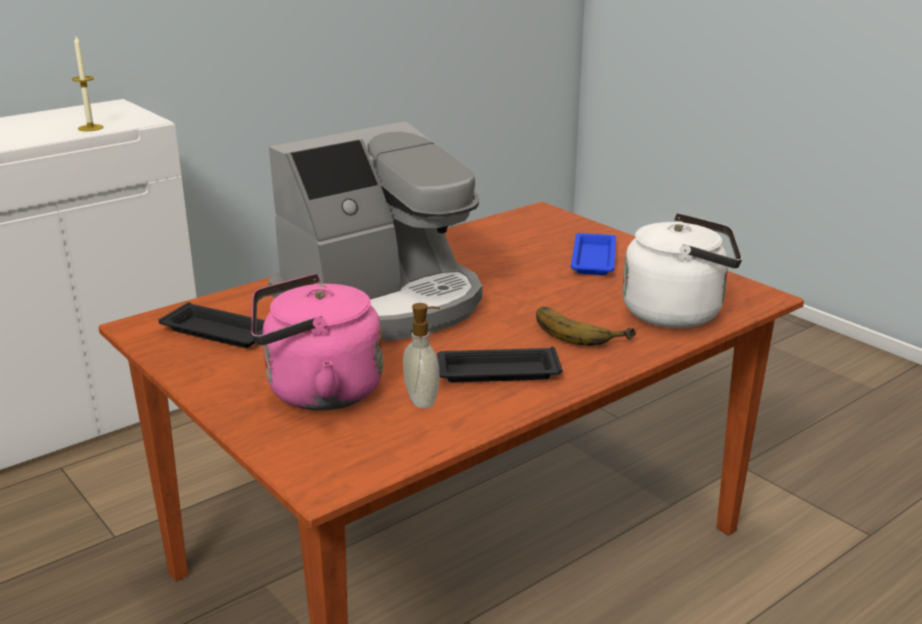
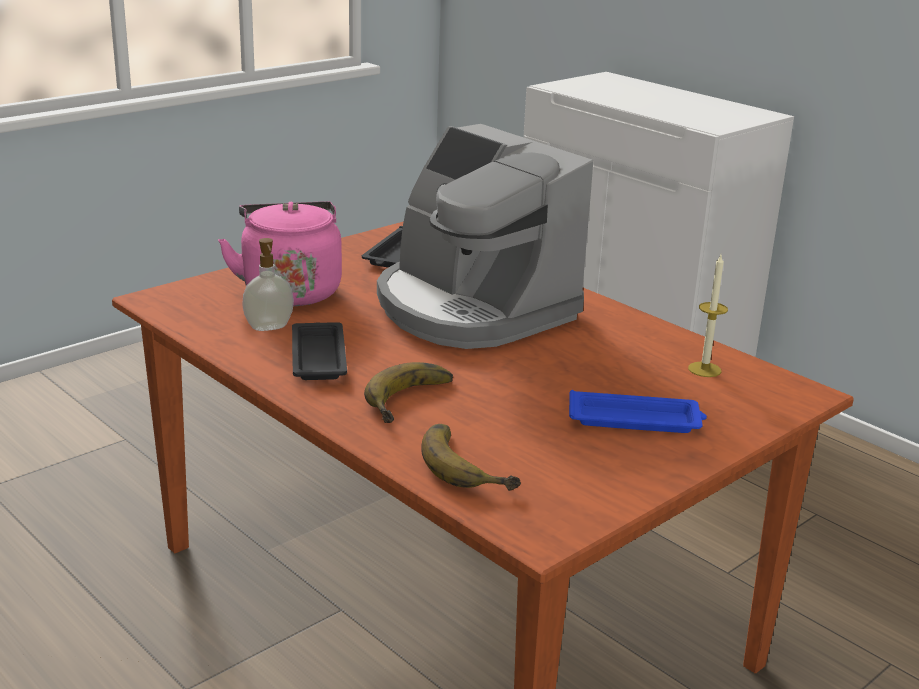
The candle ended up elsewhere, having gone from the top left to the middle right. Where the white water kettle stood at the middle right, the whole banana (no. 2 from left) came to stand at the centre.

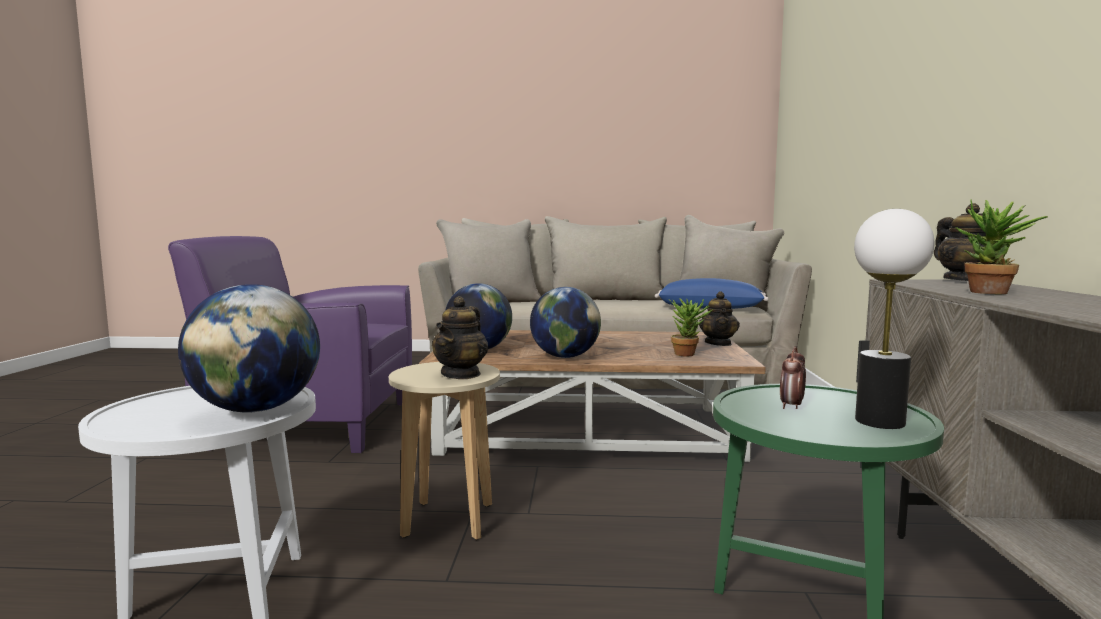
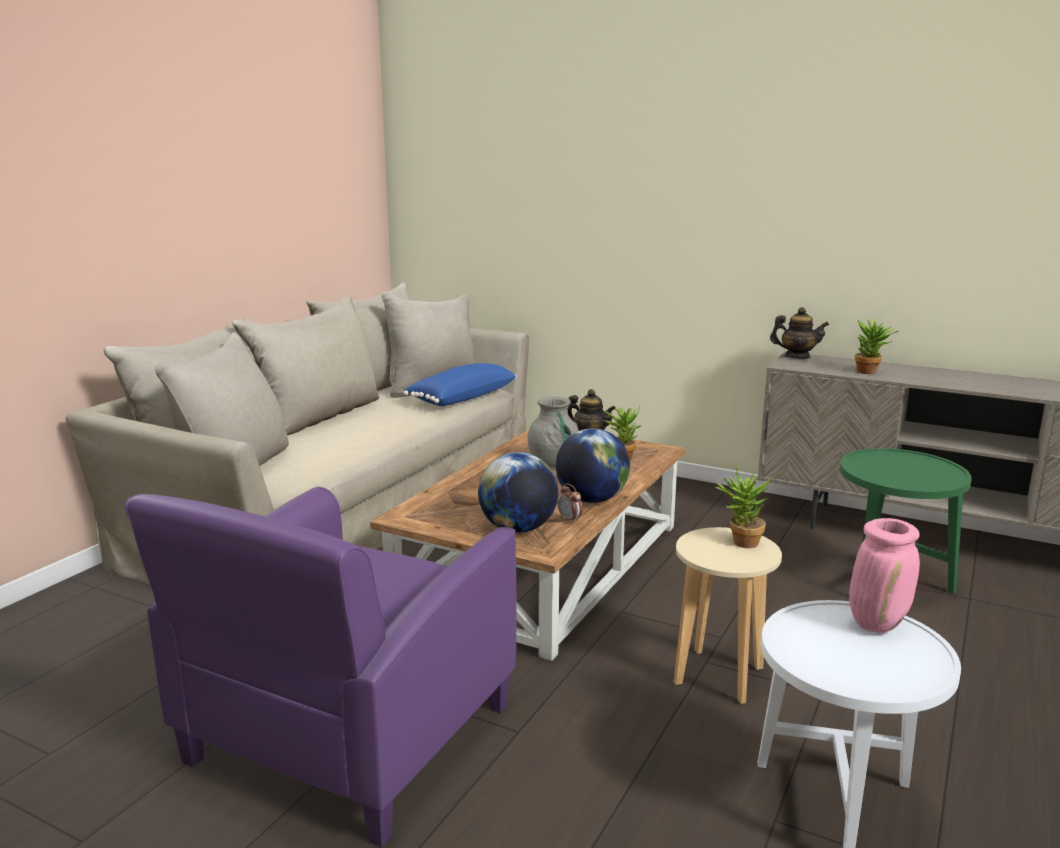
Where the globe (no. 1 from left) stood at the middle left, the pink-coloured flower vase came to stand at the bottom right. Where the tea pot (no. 1 from left) stood at the centre, the plant in a pot (no. 2 from left) came to stand at the middle right. The table clock ended up elsewhere, having gone from the middle right to the centre. The second view lost the lamp for a table at the middle right. The second view gained the grey flower vase at the centre.

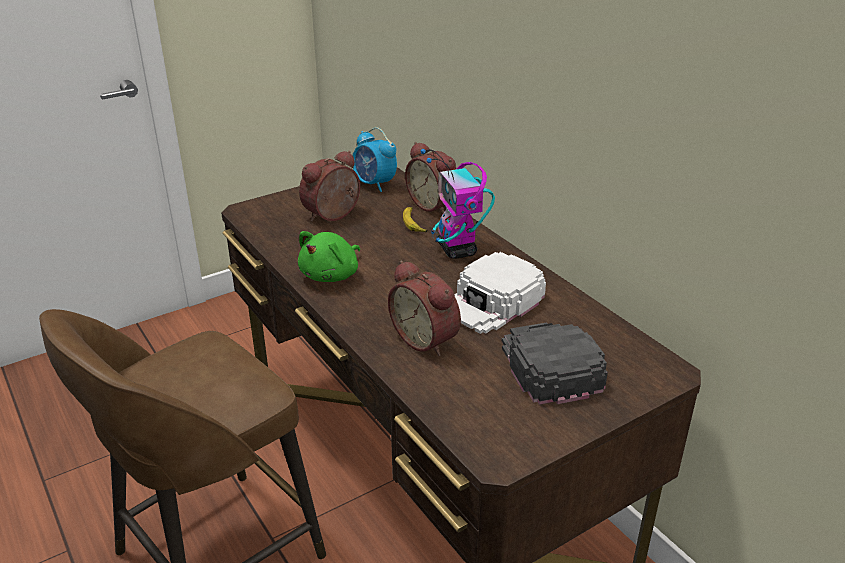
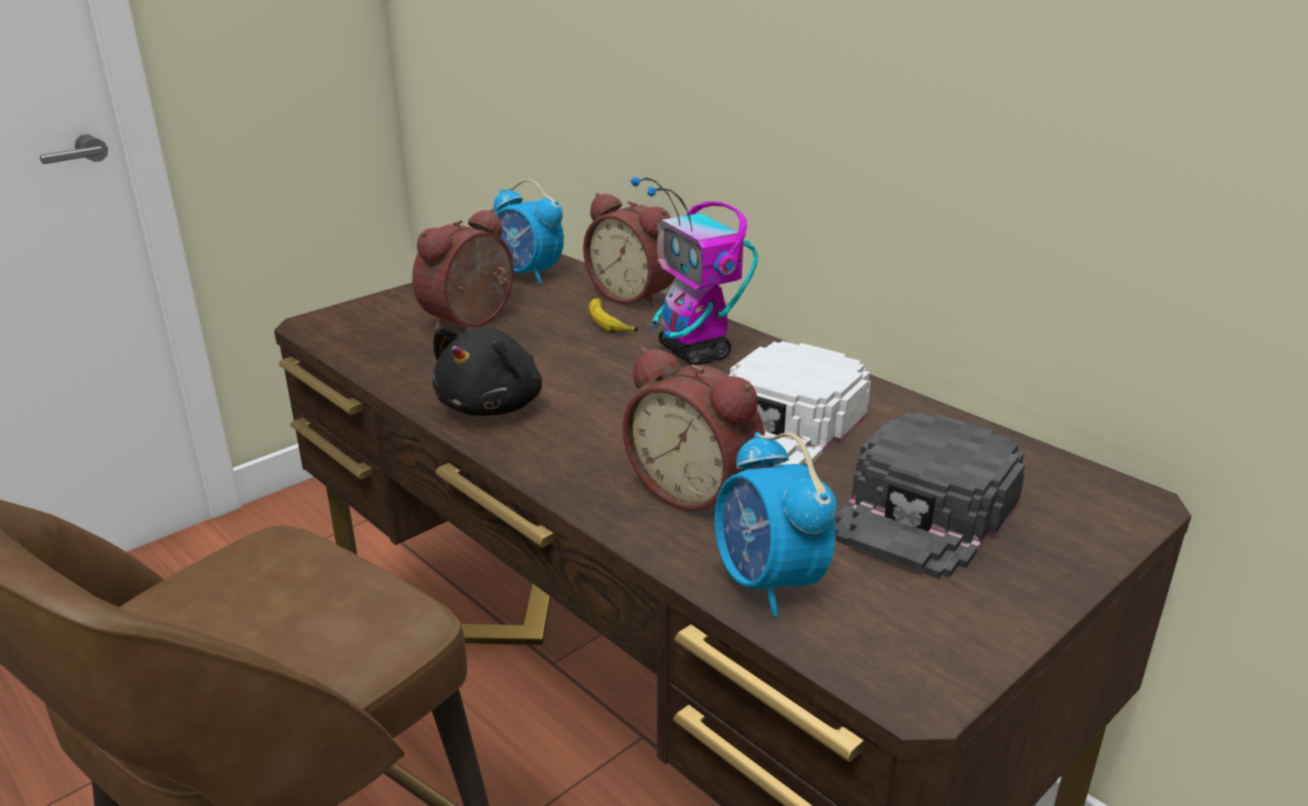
What was the green-coloured cuddly toy at the centre turned into the black-coloured cuddly toy at the centre. The black-coloured peaked cap at the centre ended up facing another way, 120 degrees counterclockwise from before. The second view gained the table clock (no. 5 from left) at the centre.

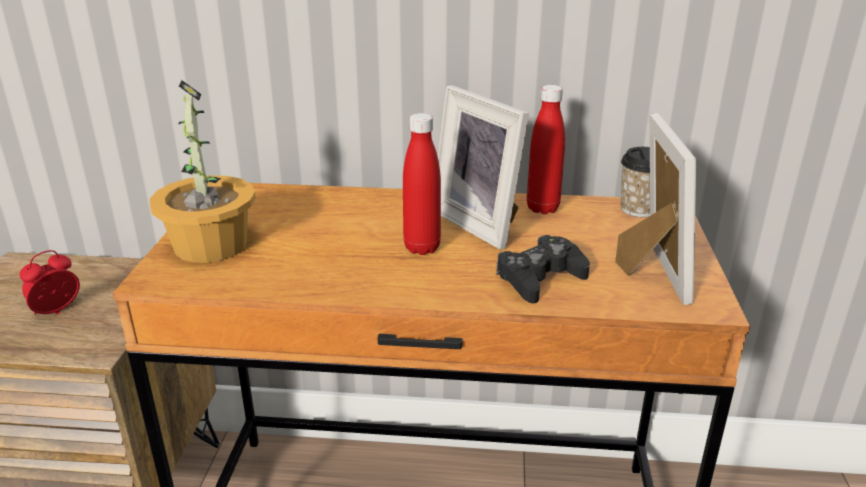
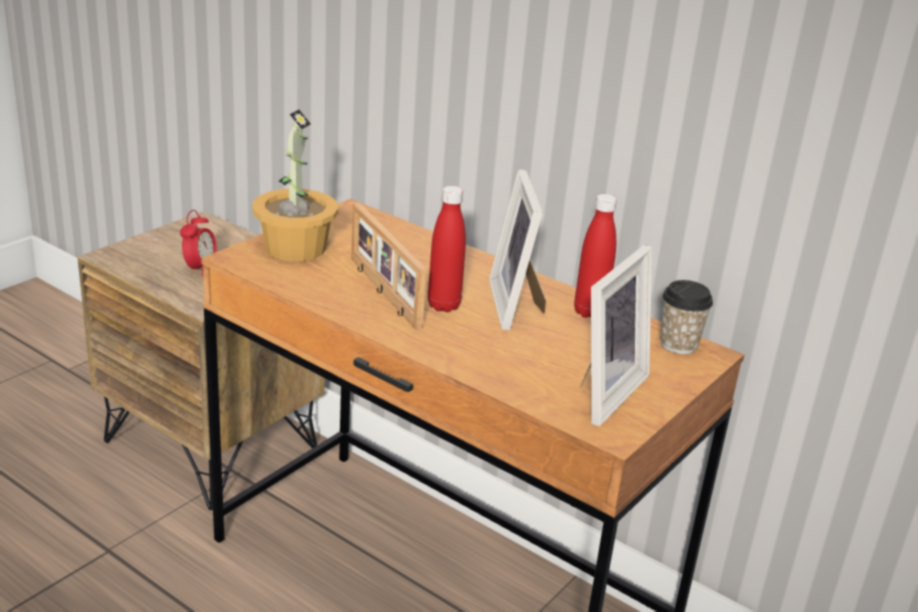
The table clock at the middle left ended up facing another way, 120 degrees clockwise from before. The second view lost the black-coloured gamepad at the centre. The second view gained the standing frame (no. 1 from left) at the centre.

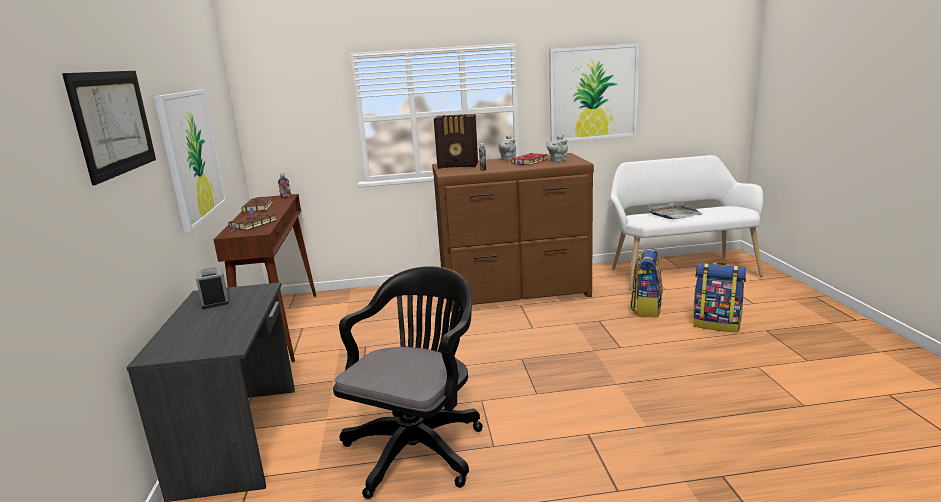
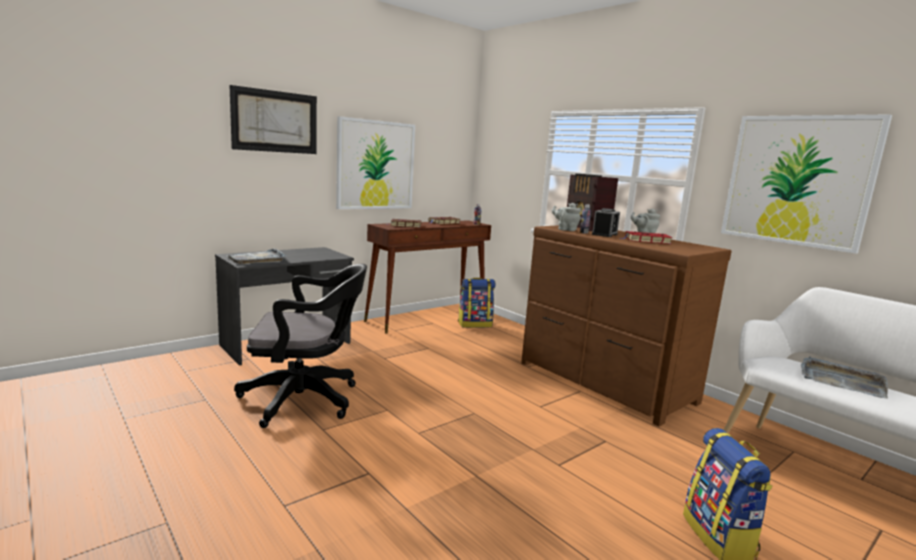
The table clock ended up elsewhere, having gone from the middle left to the centre. The grey tea pot (no. 2 from left in the first image) ended up elsewhere, having gone from the top centre to the centre. The knapsack (no. 1 from left) ended up elsewhere, having gone from the middle right to the centre. The second view gained the grey carrying tray (no. 1 from left) at the middle left.

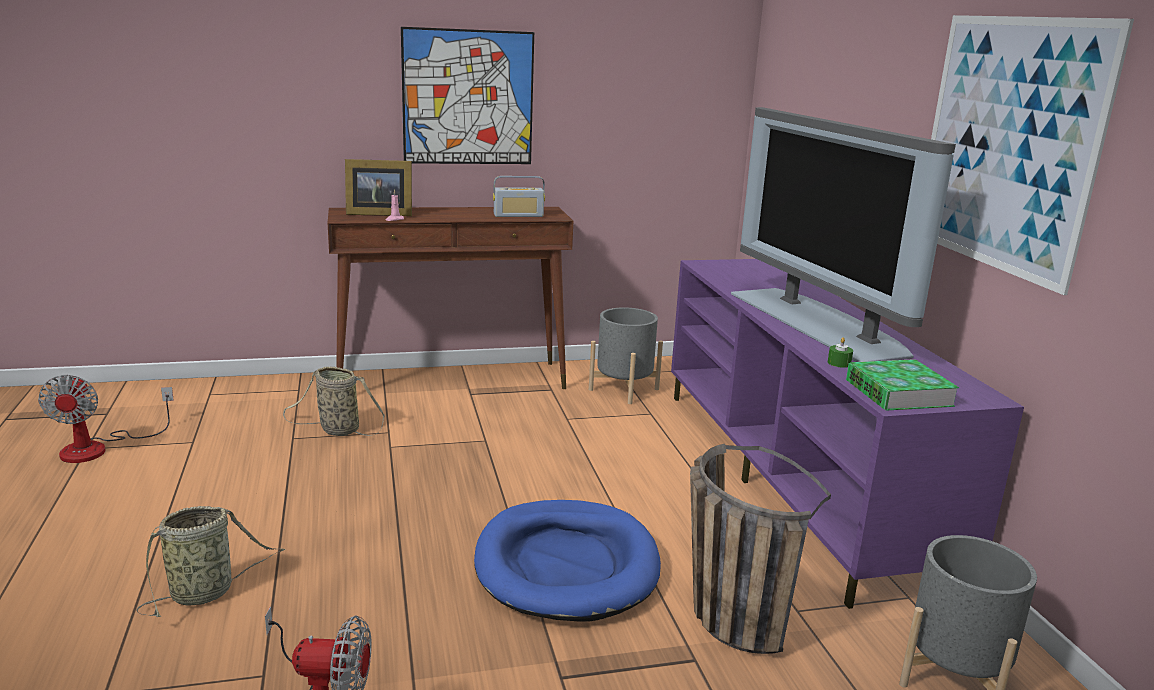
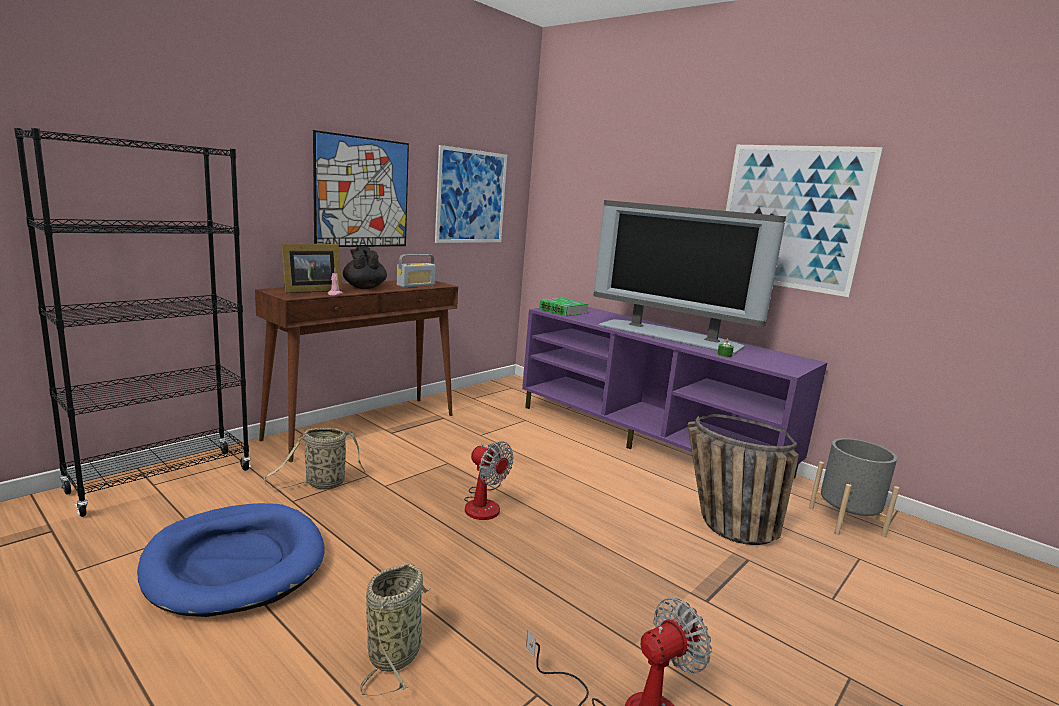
The fan (no. 1 from left) ended up elsewhere, having gone from the middle left to the bottom centre. The blue-coloured dog bed ended up elsewhere, having gone from the bottom centre to the bottom left. The second view lost the grey flower pot (no. 1 from left) at the centre. The volume ended up elsewhere, having gone from the middle right to the centre. The second view gained the black-coloured bookcase at the middle left. The second view gained the black-coloured tea pot at the centre. The second view gained the wall art (no. 2 from left) at the top centre.

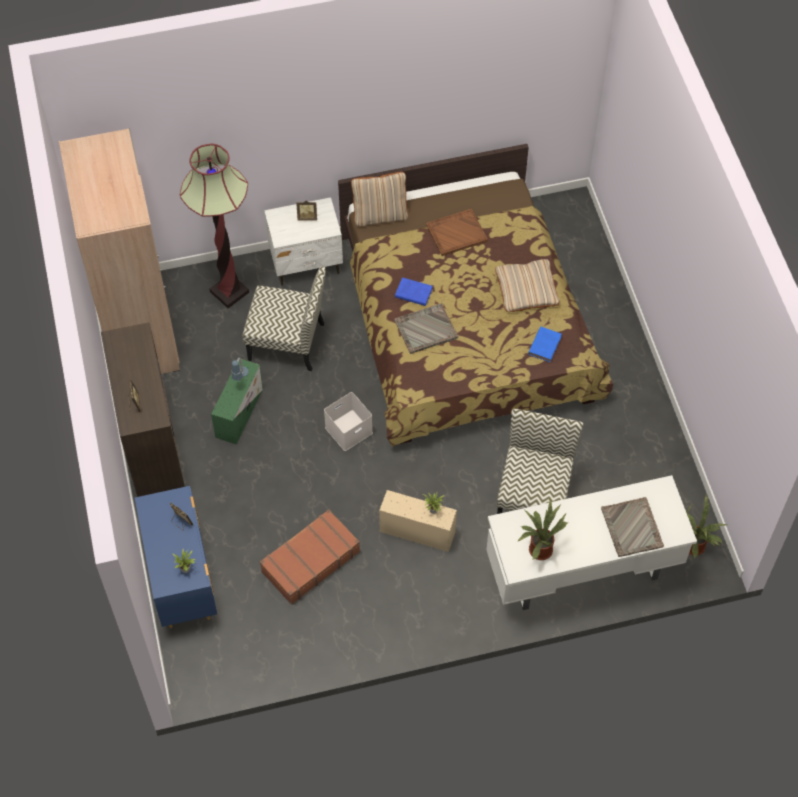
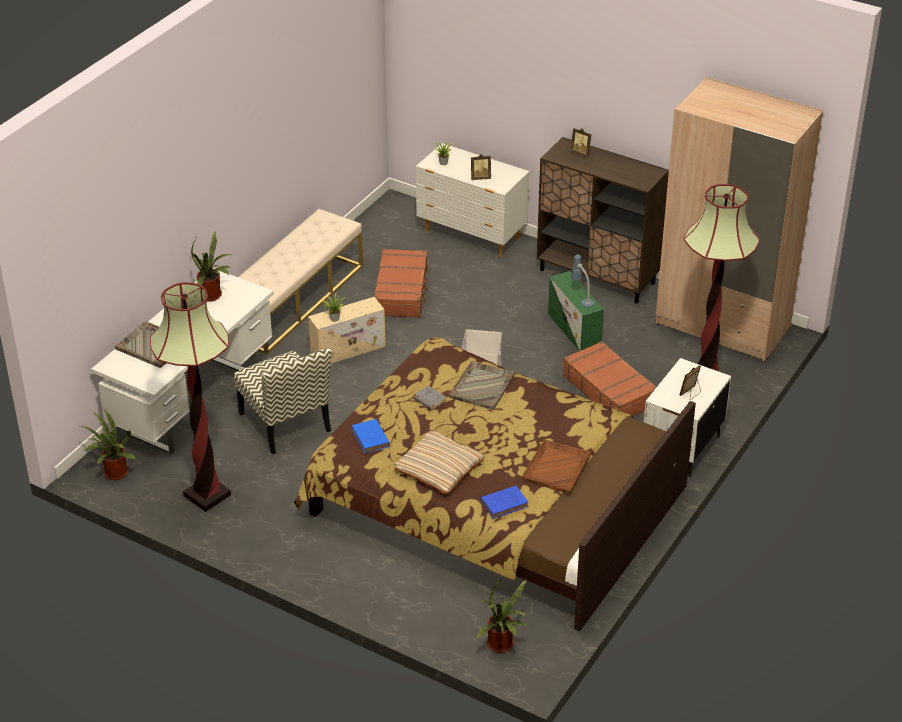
What was the blue-coloured dresser at the bottom left turned into the white dresser at the top centre. Where the upright chair (no. 1 from left) stood at the centre, the brown suitcase (no. 2 from left) came to stand at the middle right. The second view lost the beige throw pillow (no. 1 from left) at the top centre. The blue-coloured volume (no. 1 from left in the first image) ended up elsewhere, having gone from the centre to the bottom centre. The second view gained the floor lamp (no. 1 from left) at the middle left. The second view gained the beige long seat at the middle left. The second view gained the grey volume at the centre. The second view gained the plant in a pot (no. 5 from left) at the bottom centre.

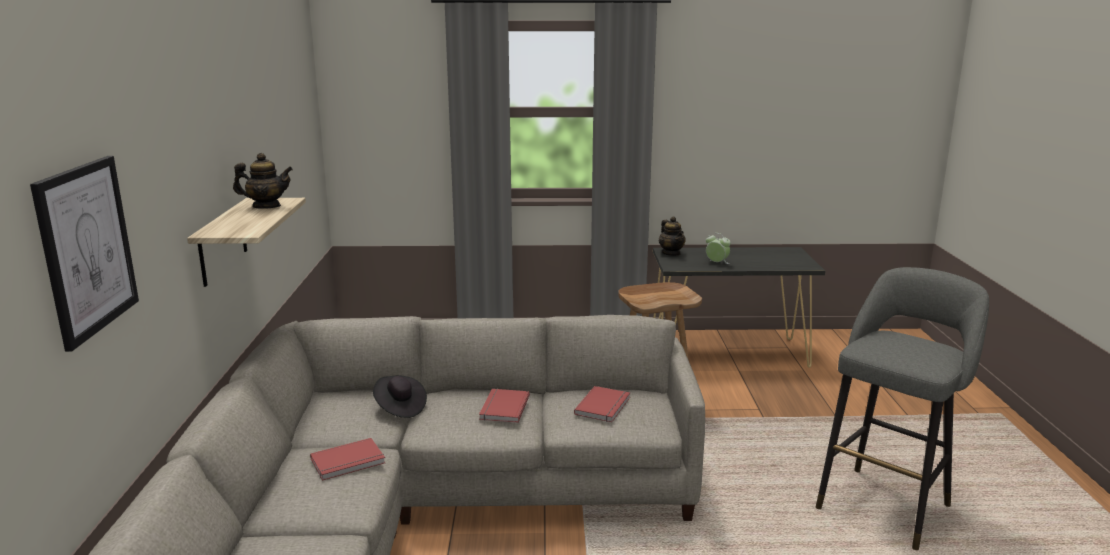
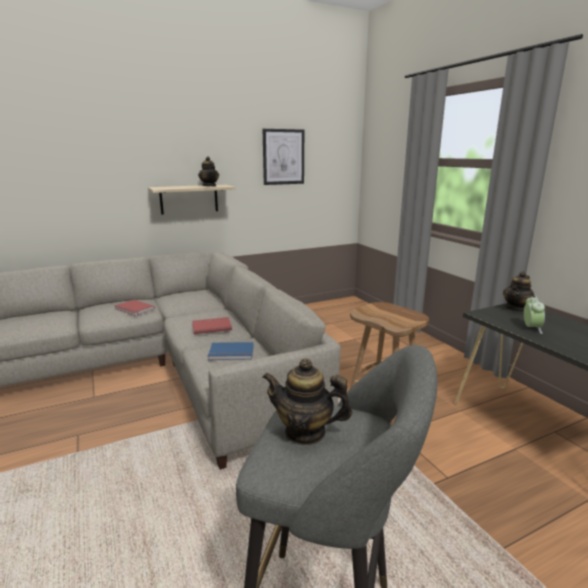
The wall art ended up elsewhere, having gone from the middle left to the top centre. The second view lost the black-coloured clothing hat at the bottom centre. What was the reddish volume (no. 3 from left) at the bottom centre turned into the blue-coloured volume at the centre. The second view gained the tea pot (no. 2 from left) at the bottom centre.

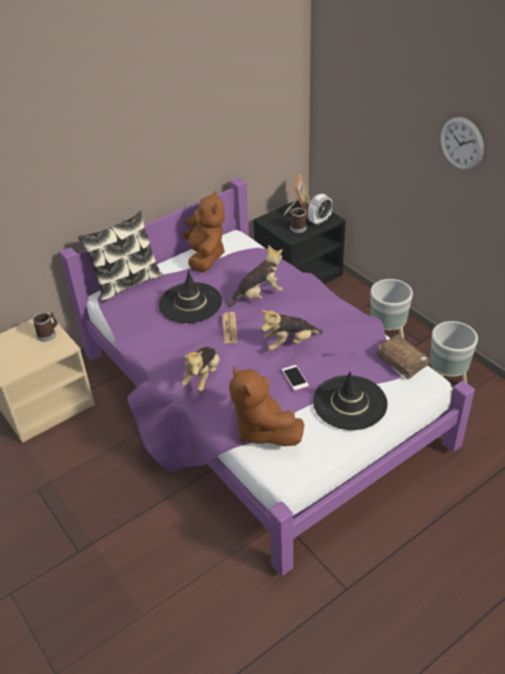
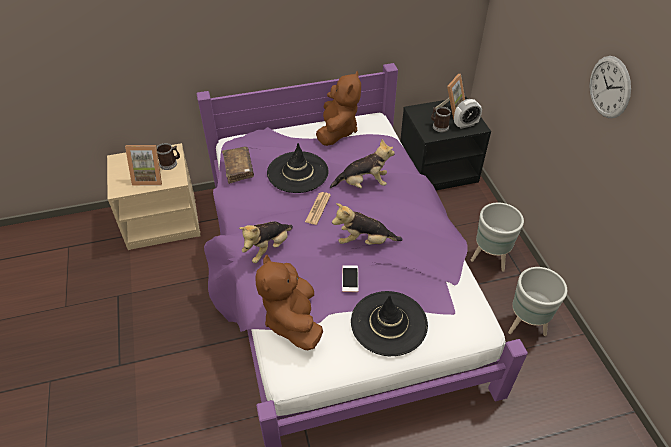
The second view lost the throw pillow at the middle left. The brown volume ended up elsewhere, having gone from the middle right to the centre. The second view gained the standing frame (no. 1 from left) at the middle left.

